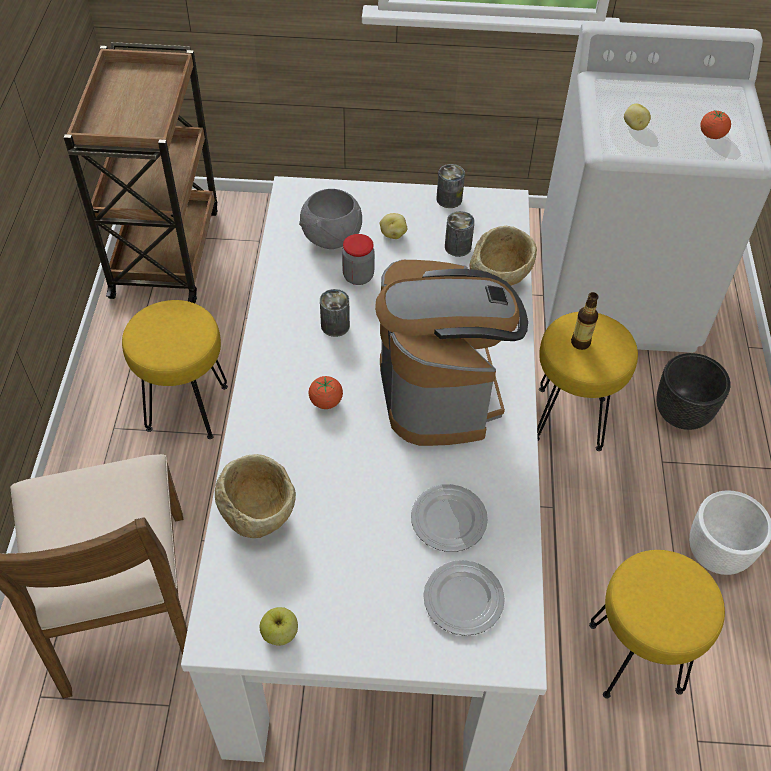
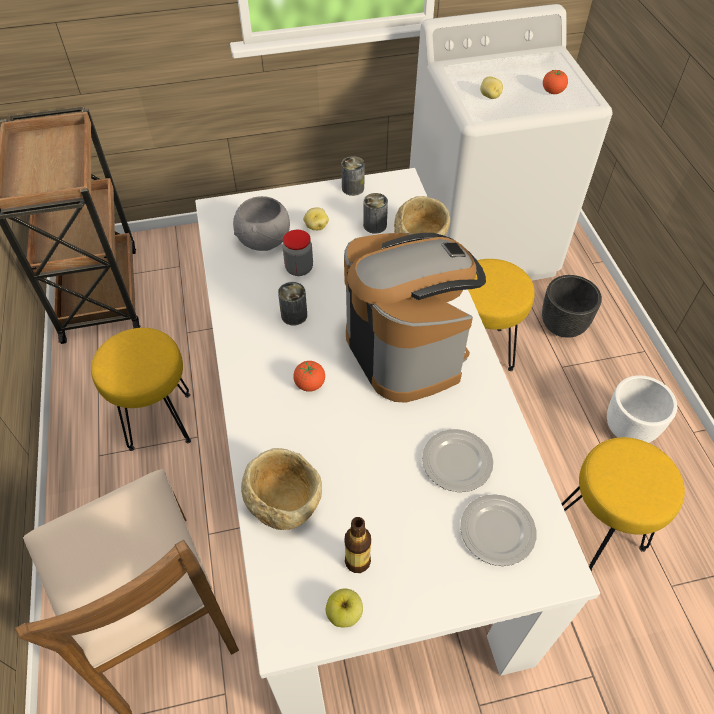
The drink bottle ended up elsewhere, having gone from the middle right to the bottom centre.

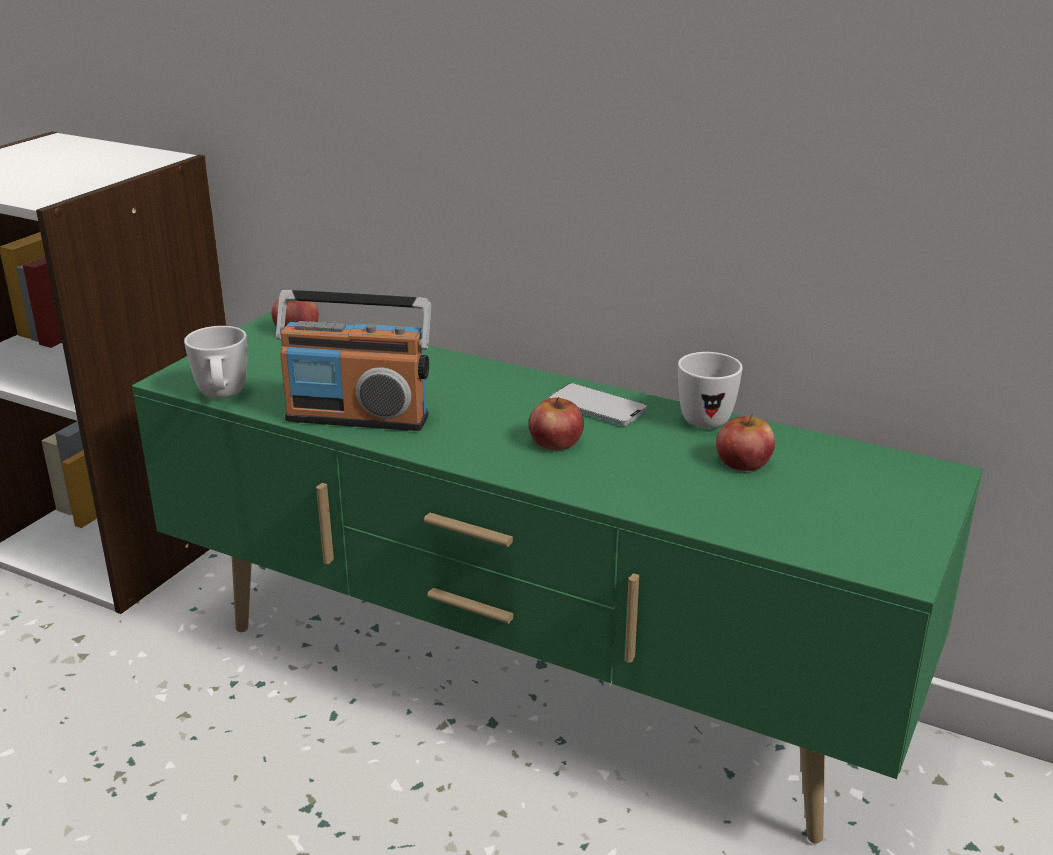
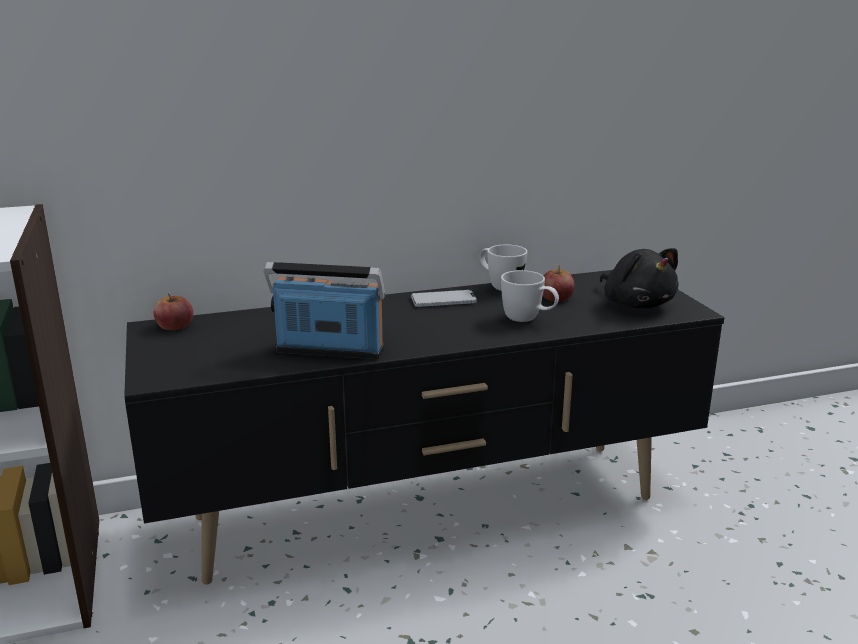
What was the green-coloured tv stand at the bottom centre turned into the black-coloured tv stand at the centre. The white coffee mug (no. 1 from left in the first image) ended up elsewhere, having gone from the middle left to the centre. The radio receiver at the centre ended up facing another way, 135 degrees counterclockwise from before. The second view lost the apple fruit (no. 2 from left) at the centre. The second view gained the black-coloured cuddly toy at the middle right.

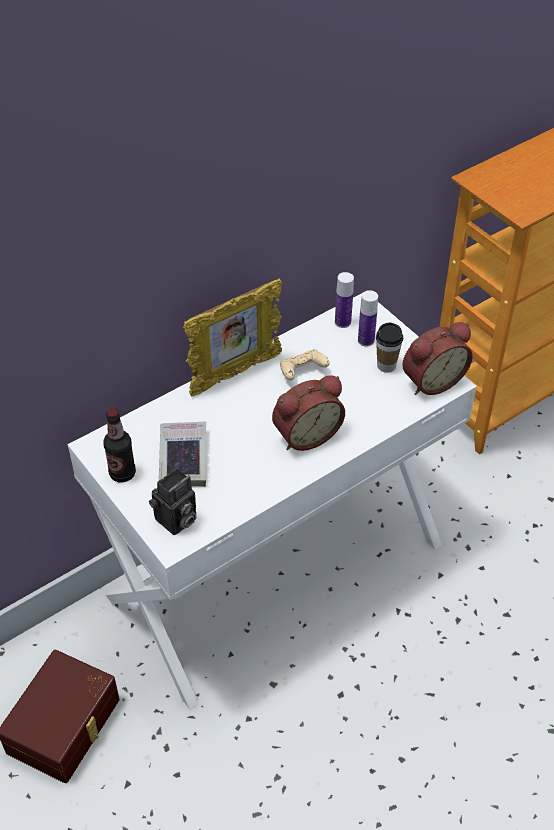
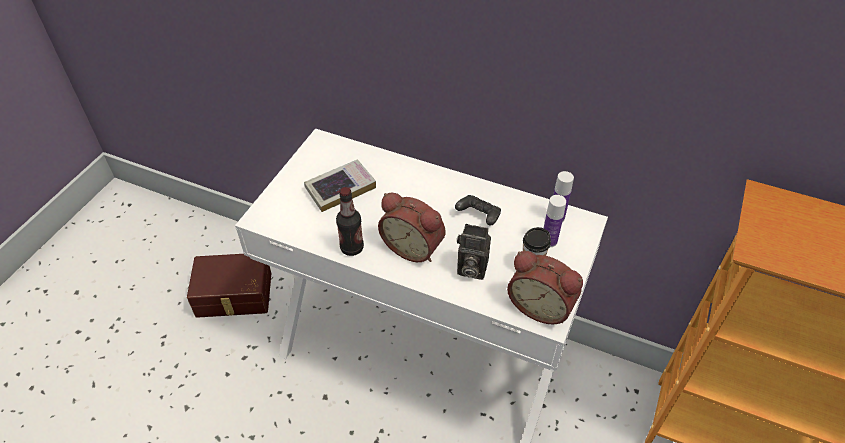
The drink bottle (no. 1 from left) ended up elsewhere, having gone from the middle left to the centre. The still camera ended up elsewhere, having gone from the middle left to the centre. The second view lost the standing frame at the centre. What was the beige gamepad at the centre turned into the black-coloured gamepad at the centre.

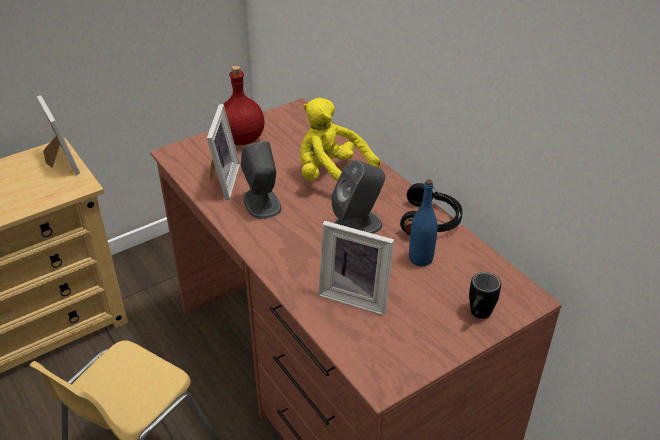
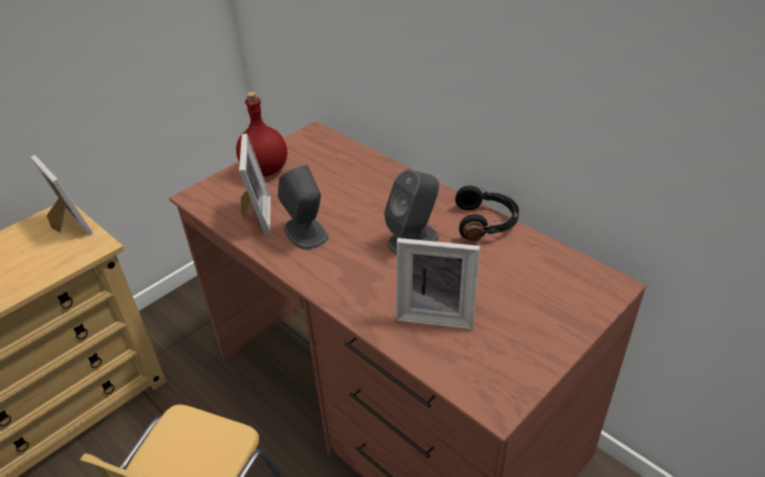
The second view lost the yellow cuddly toy at the top centre. The second view lost the blue-coloured drink bottle at the centre. The second view lost the black-coloured coffee mug at the bottom right.

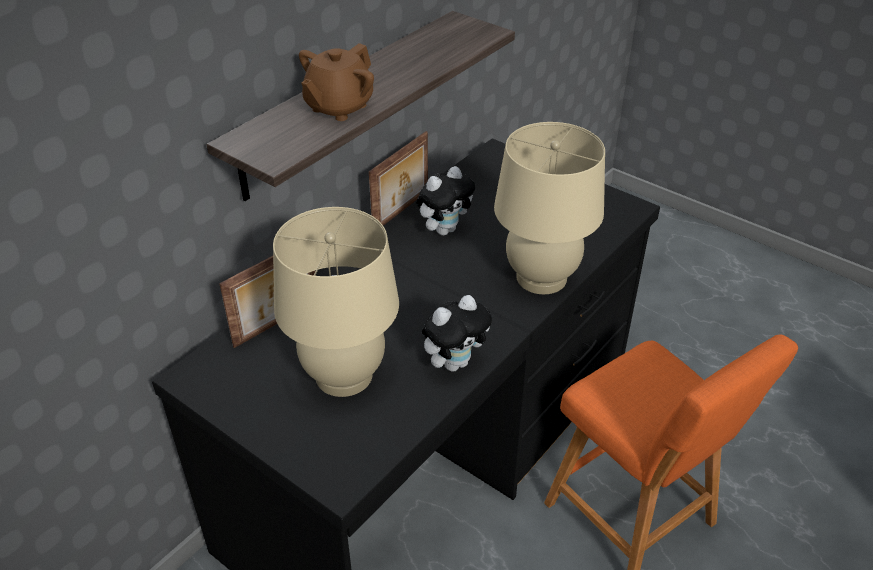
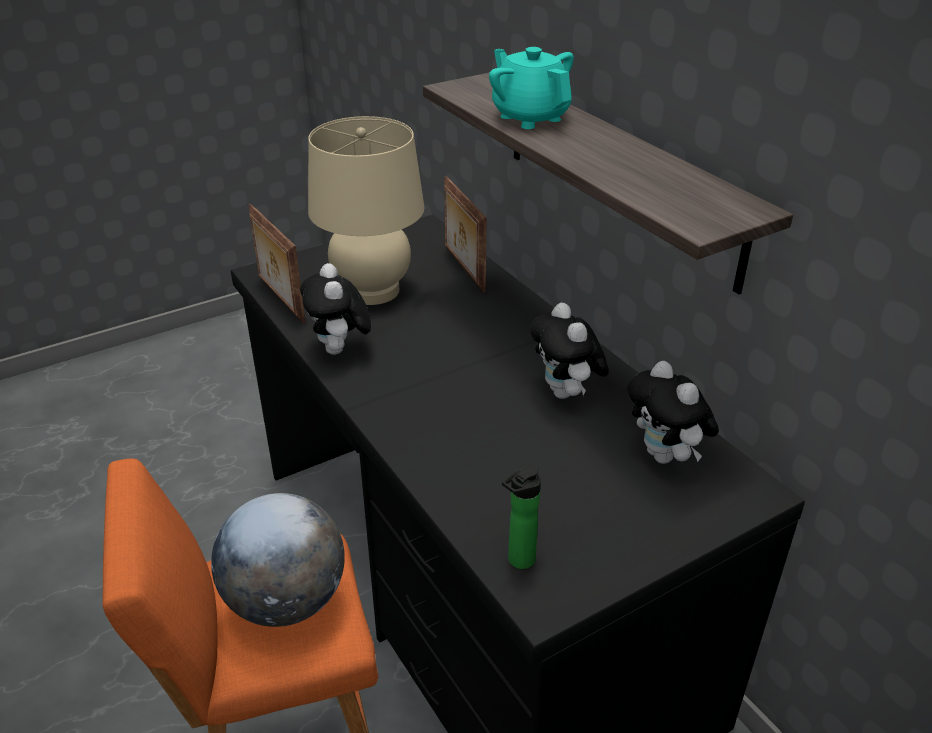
What was the brown tea pot at the top centre turned into the blue-green tea pot at the top centre. The standing frame (no. 2 from left in the first image) ended up elsewhere, having gone from the top centre to the middle left. The second view lost the beige lamp for a table (no. 2 from left) at the centre. The second view gained the globe at the bottom left. The second view gained the drink bottle at the bottom centre. The second view gained the cuddly toy (no. 3 from left) at the middle right.

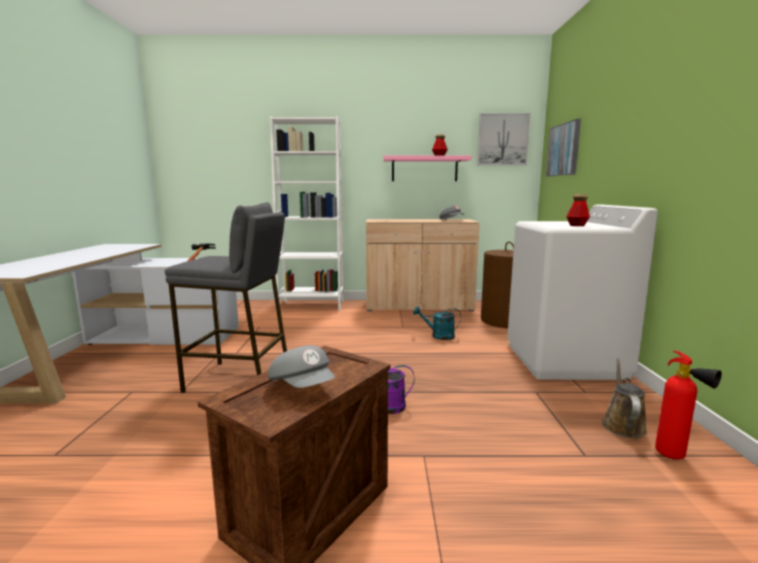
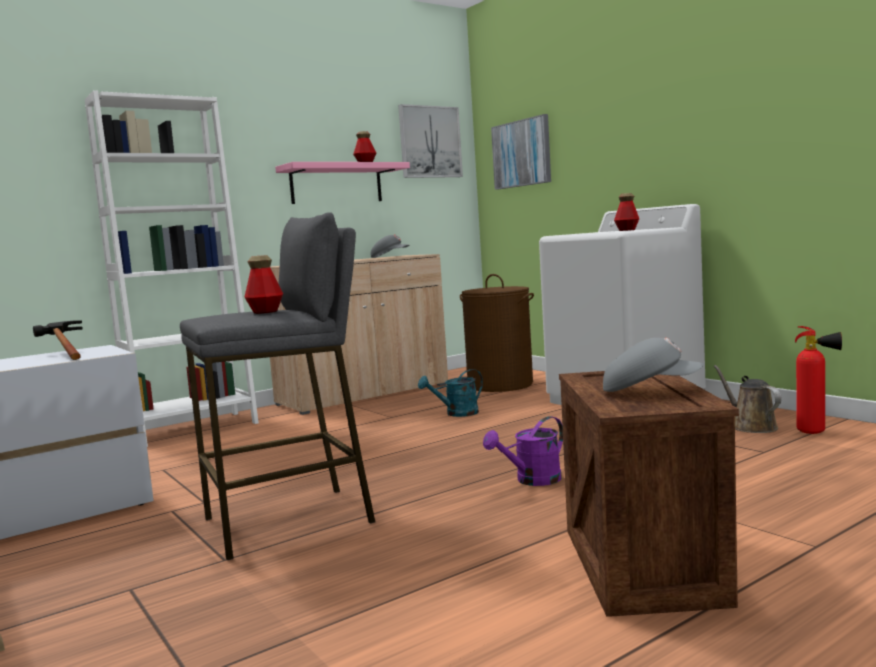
The second view gained the drink bottle (no. 1 from left) at the middle left.

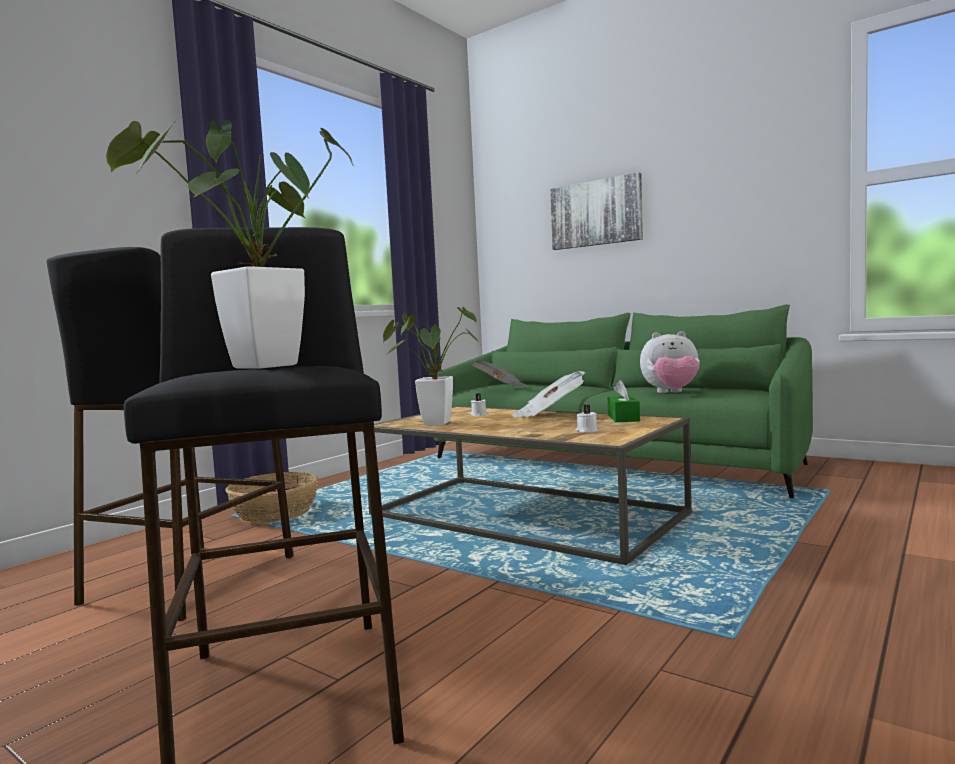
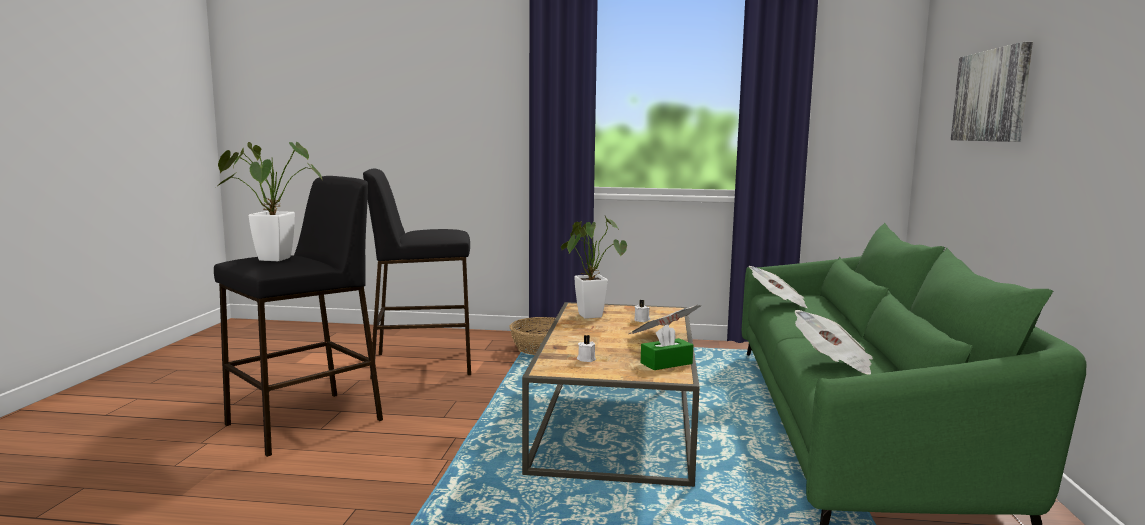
Where the cuddly toy stood at the middle right, the newspaper (no. 3 from left) came to stand at the middle right.

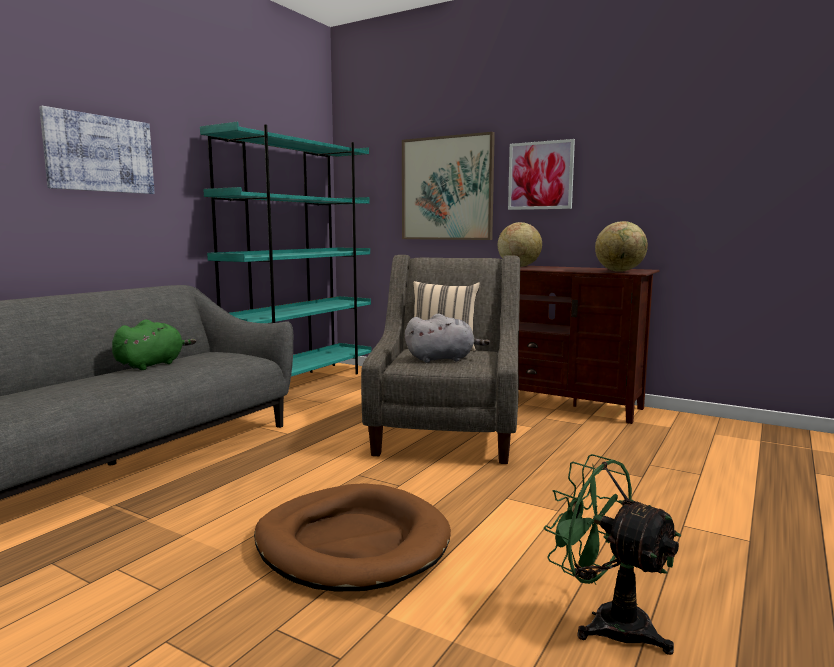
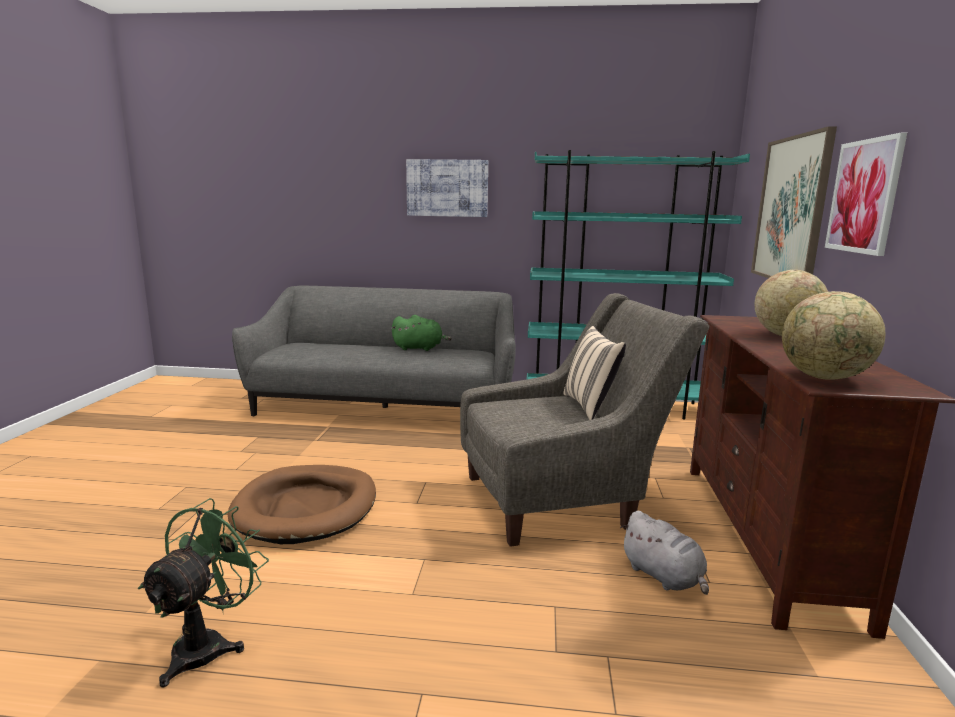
The grey cuddly toy ended up elsewhere, having gone from the centre to the bottom right.

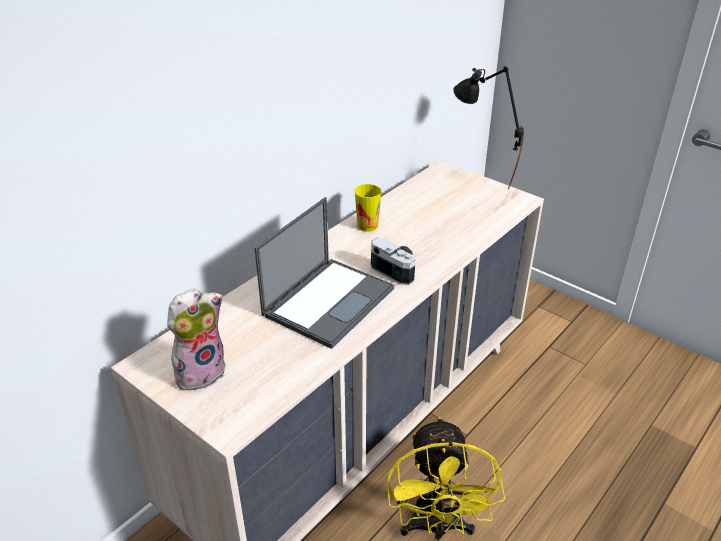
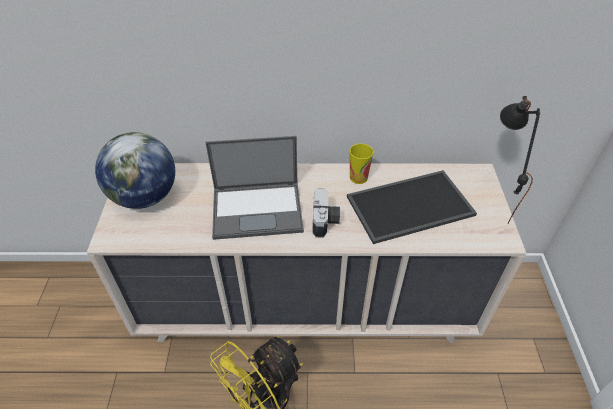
Where the cuddly toy stood at the middle left, the globe came to stand at the middle left. The second view gained the carrying tray at the middle right.

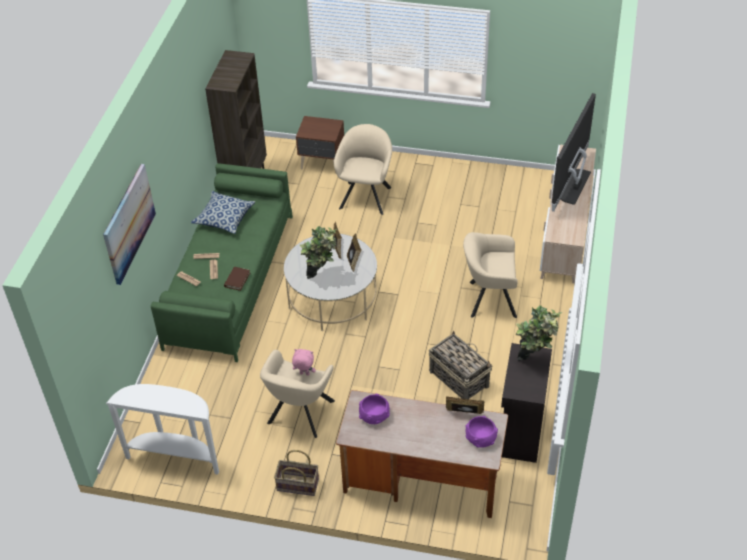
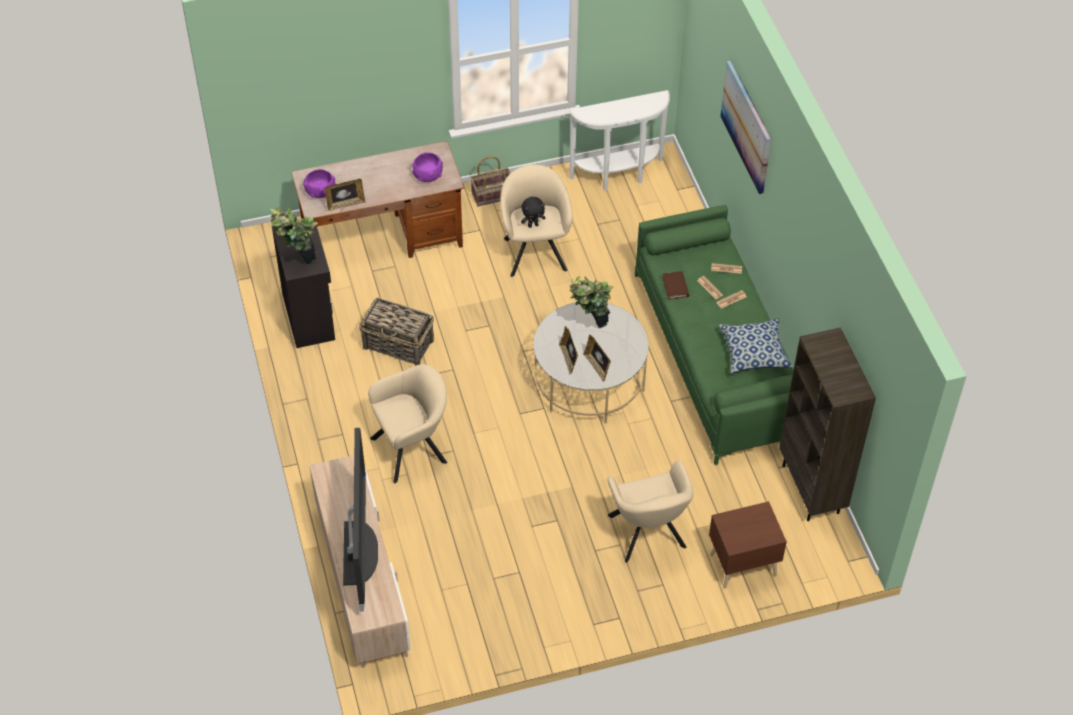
What was the pink-coloured cuddly toy at the centre turned into the black-coloured cuddly toy at the top centre.

